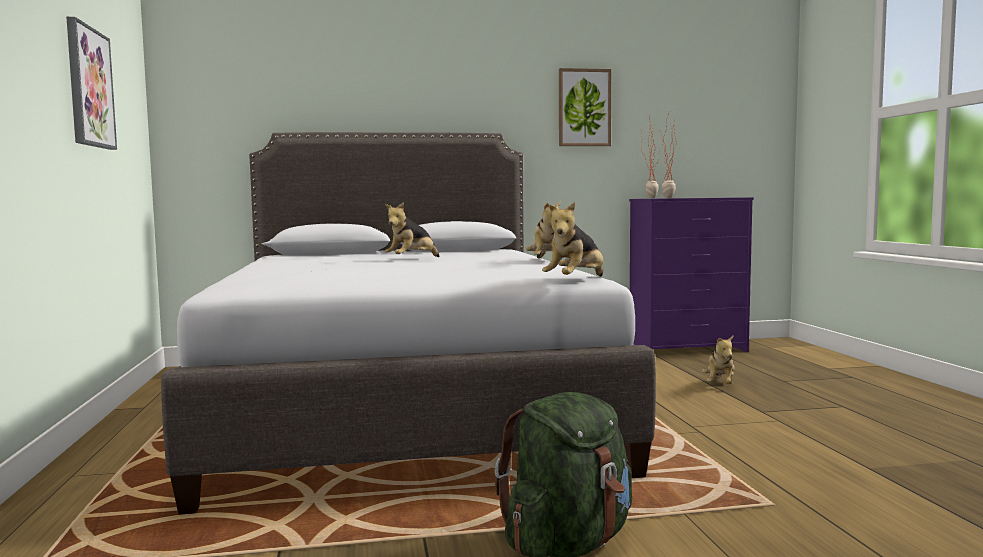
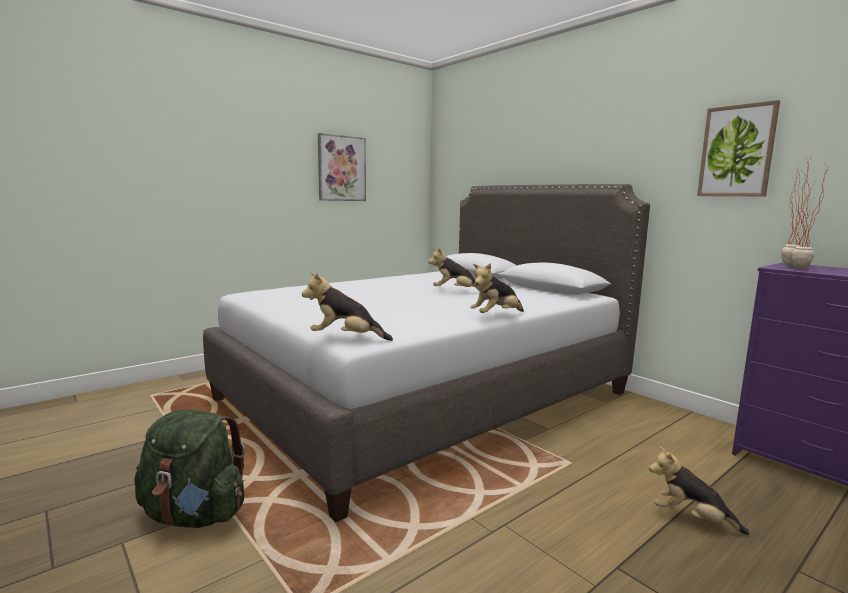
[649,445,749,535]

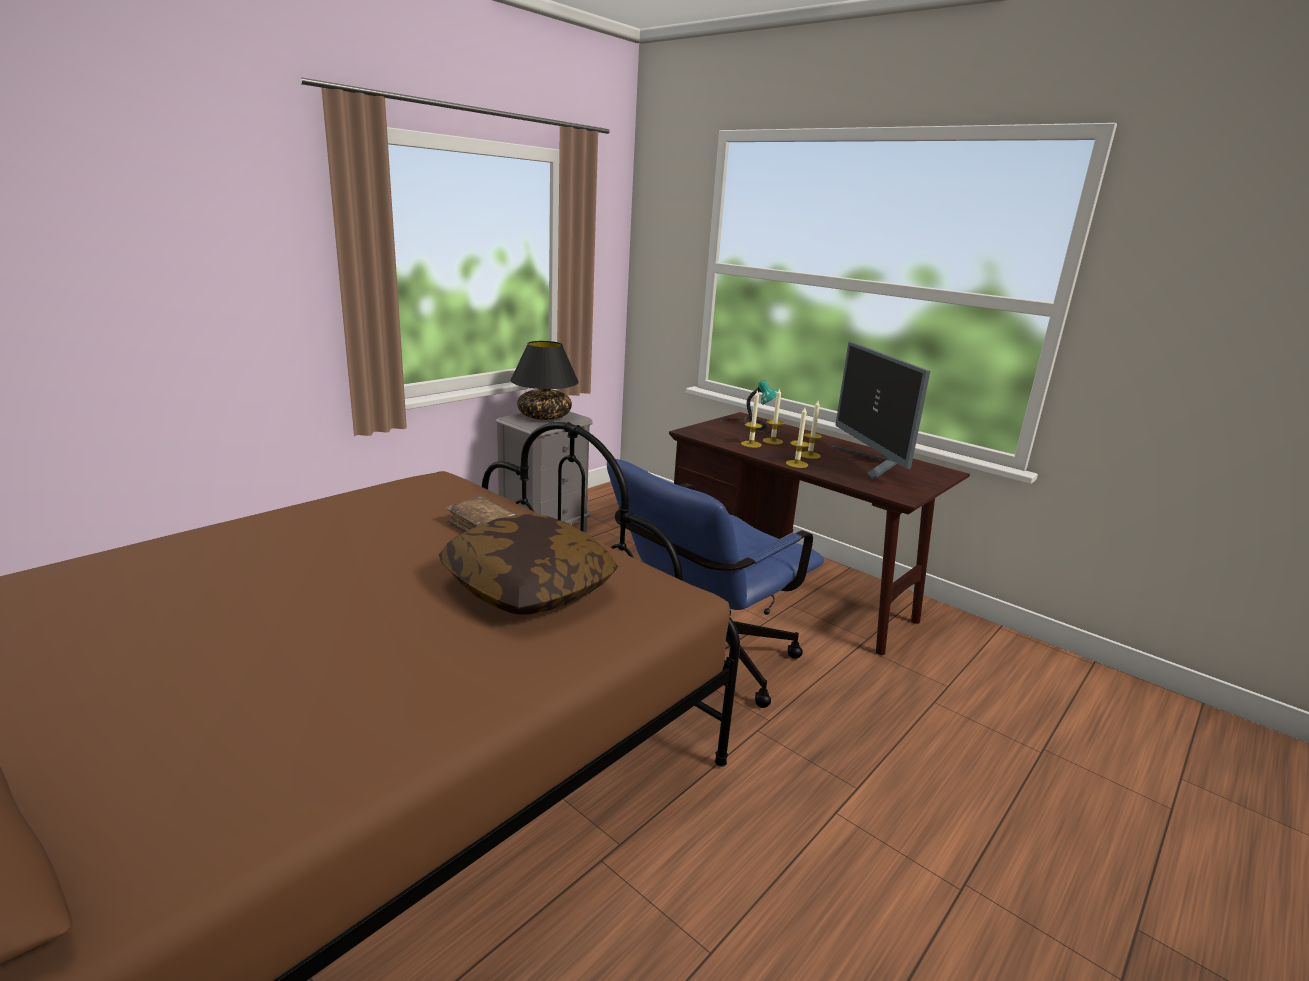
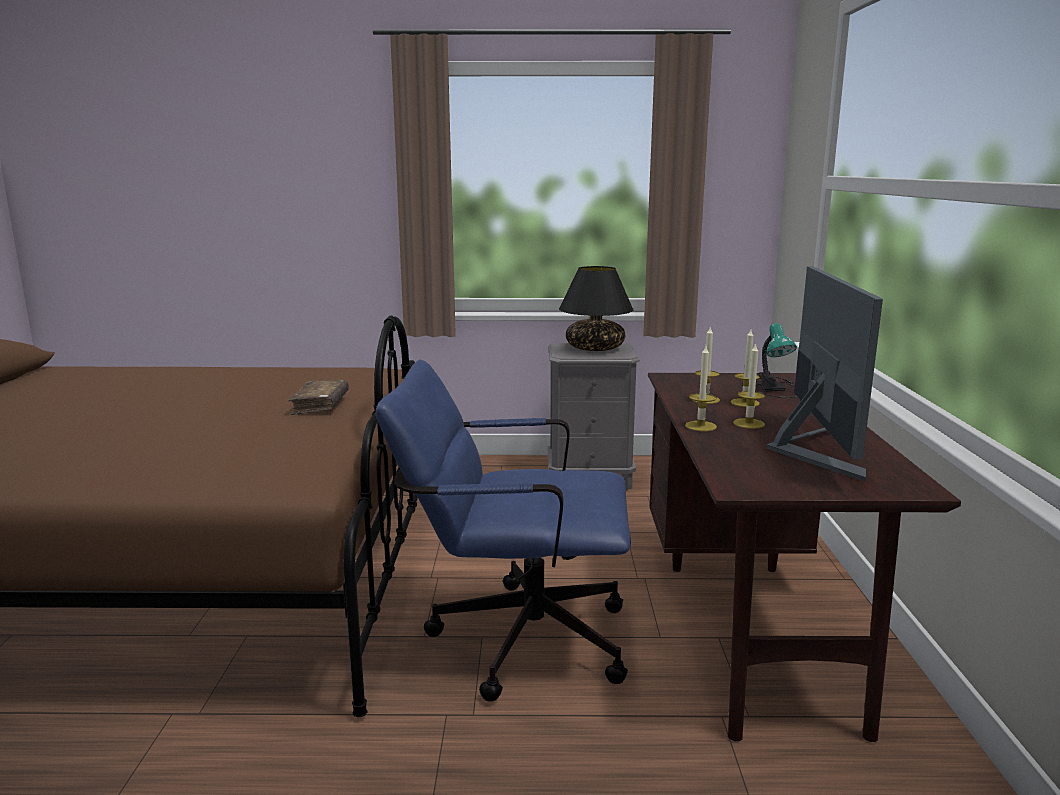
[766,266,883,482]
[439,514,618,615] (first image)

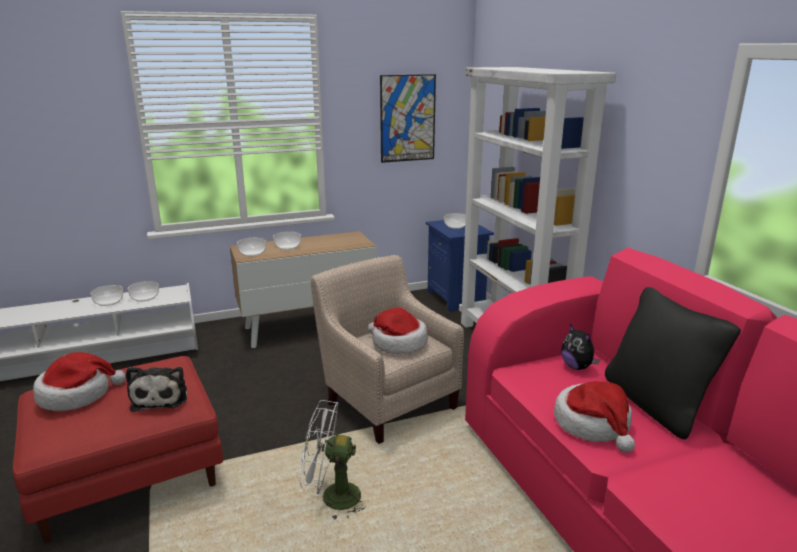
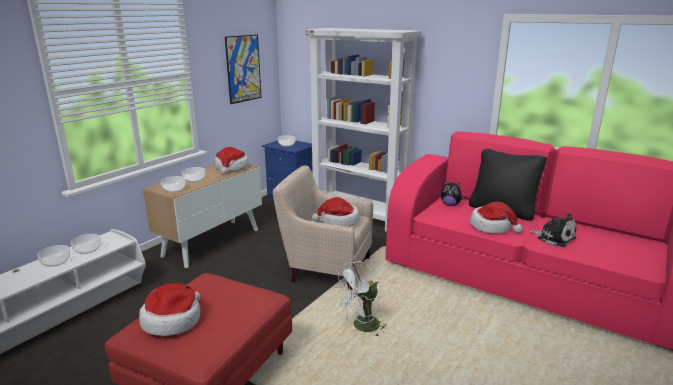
[214,147,249,175]
[529,213,576,247]

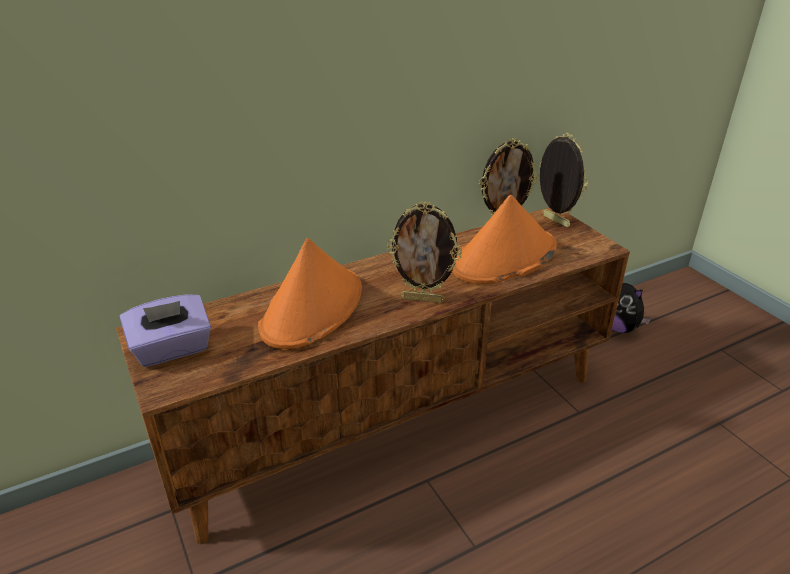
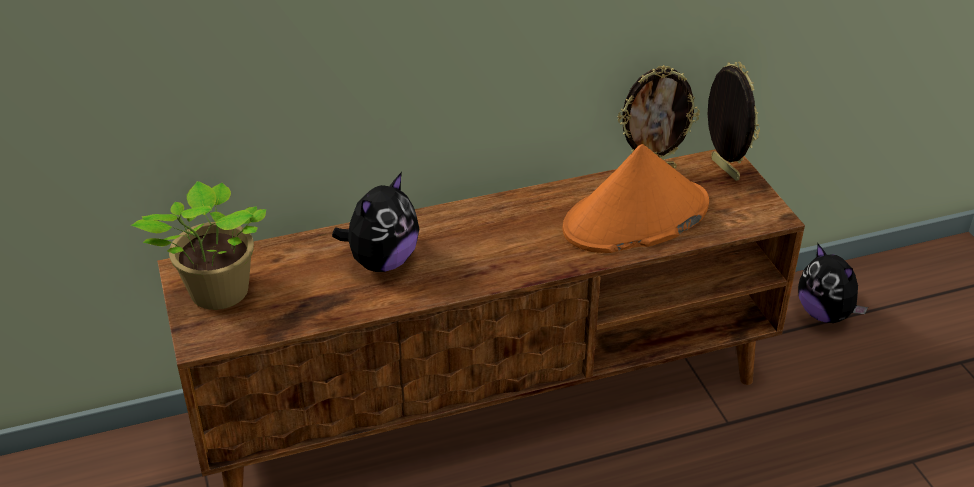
[131,181,266,310]
[332,172,419,272]
[387,201,462,303] (first image)

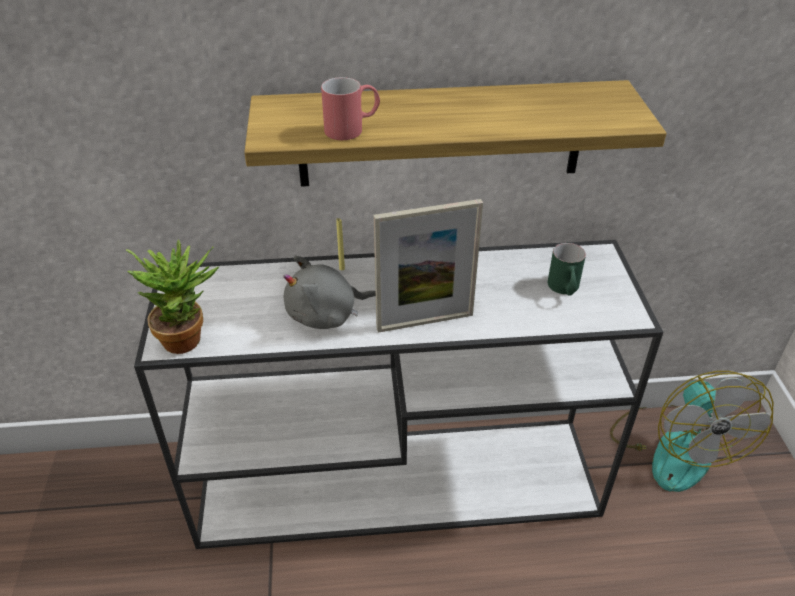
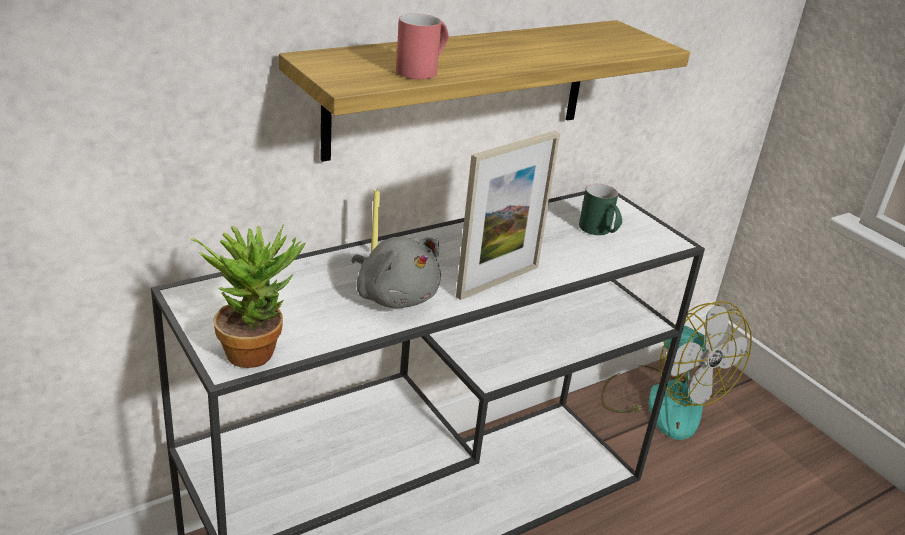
[351,237,441,308]

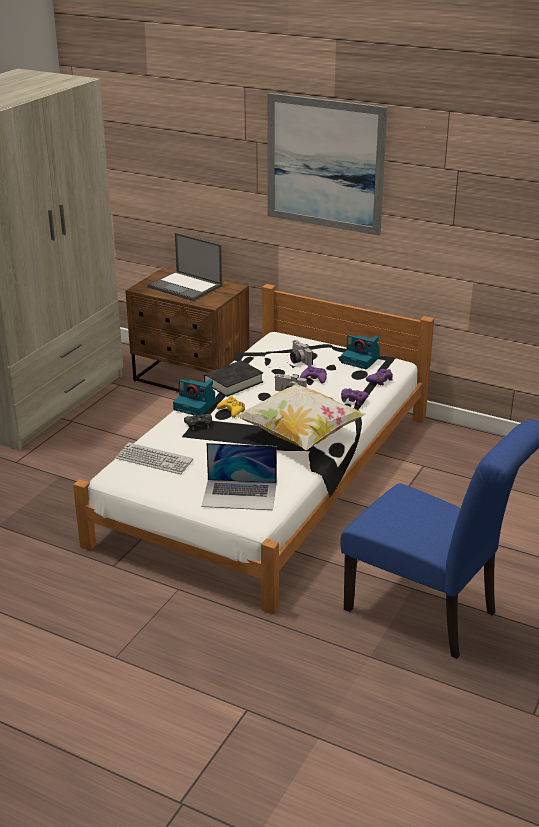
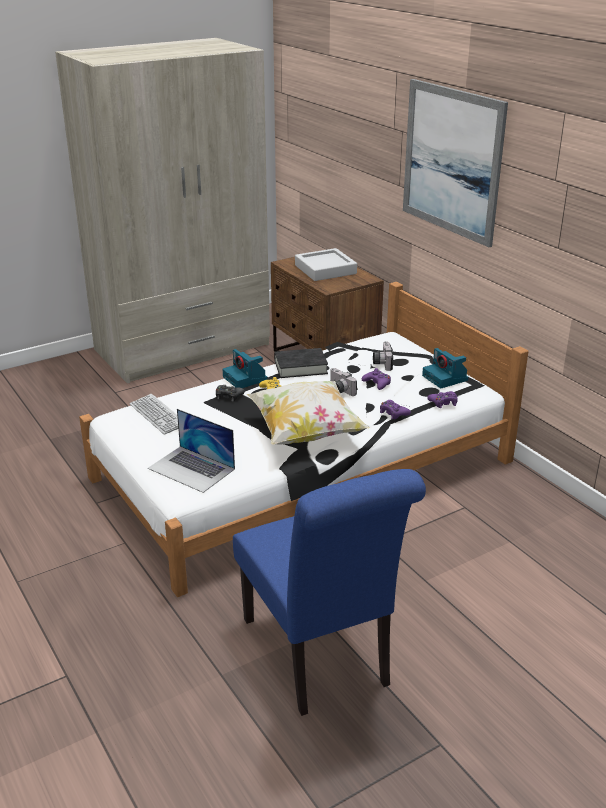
[295,248,357,281]

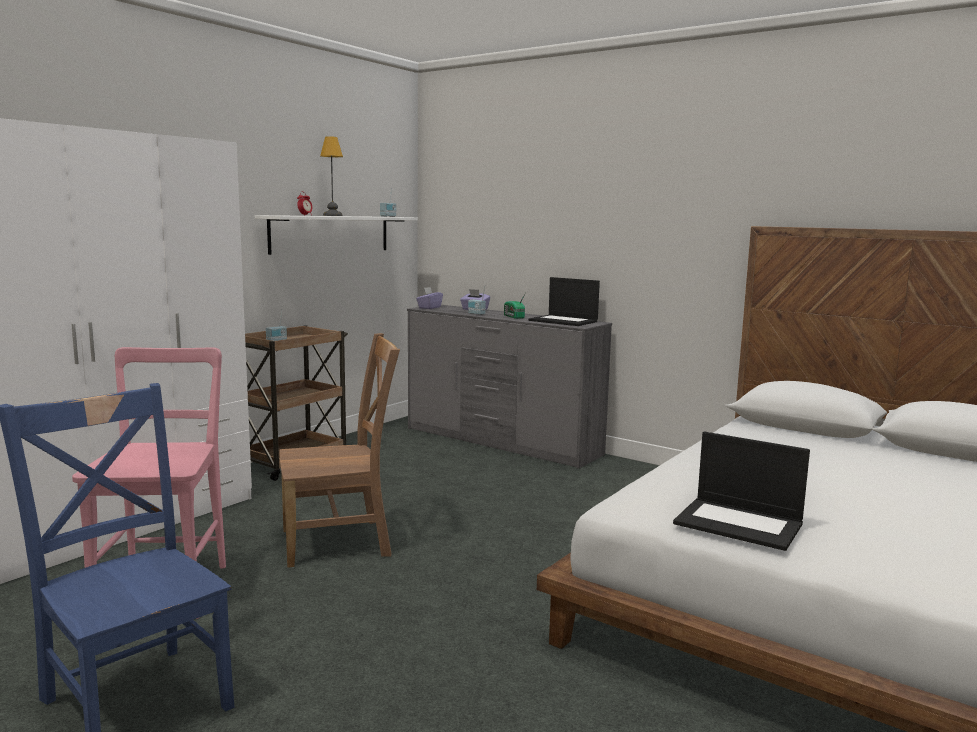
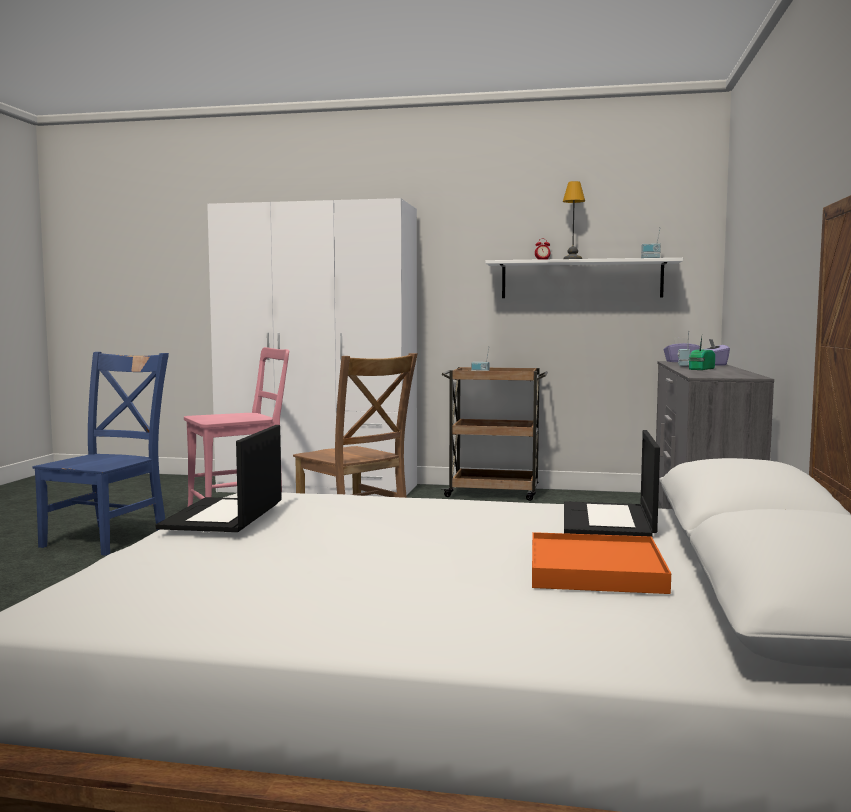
[532,532,671,594]
[564,430,660,537]

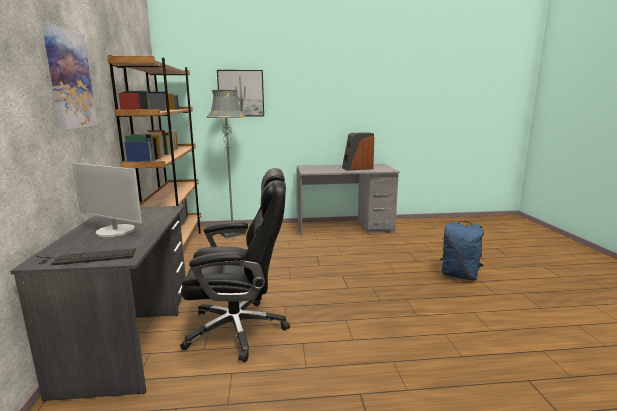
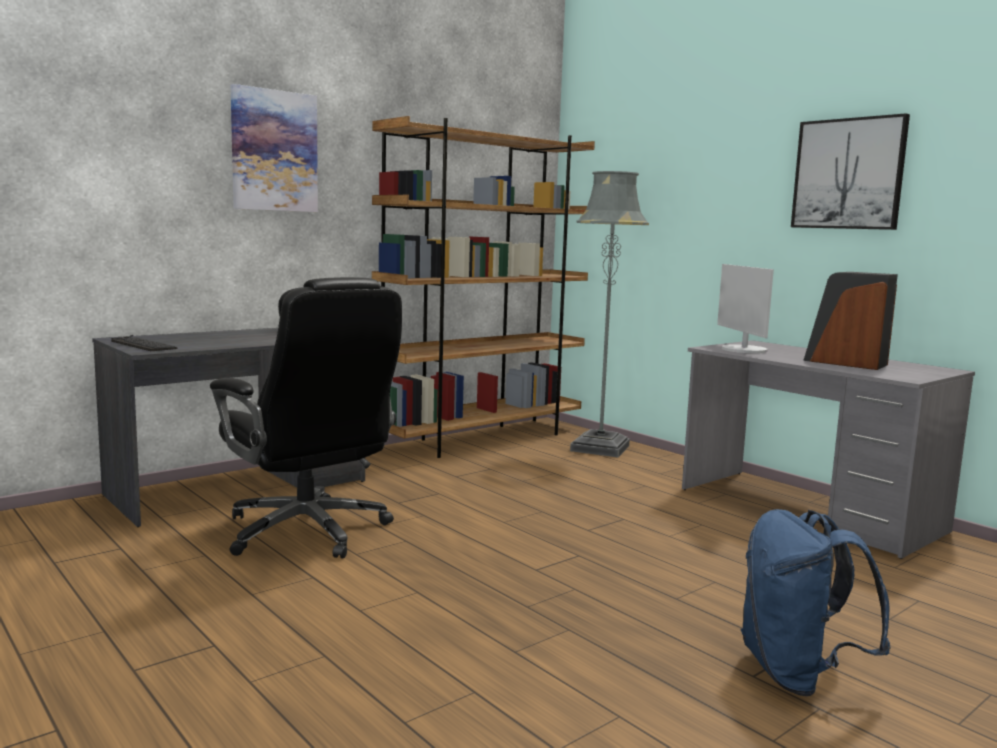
[717,264,774,353]
[791,113,910,230]

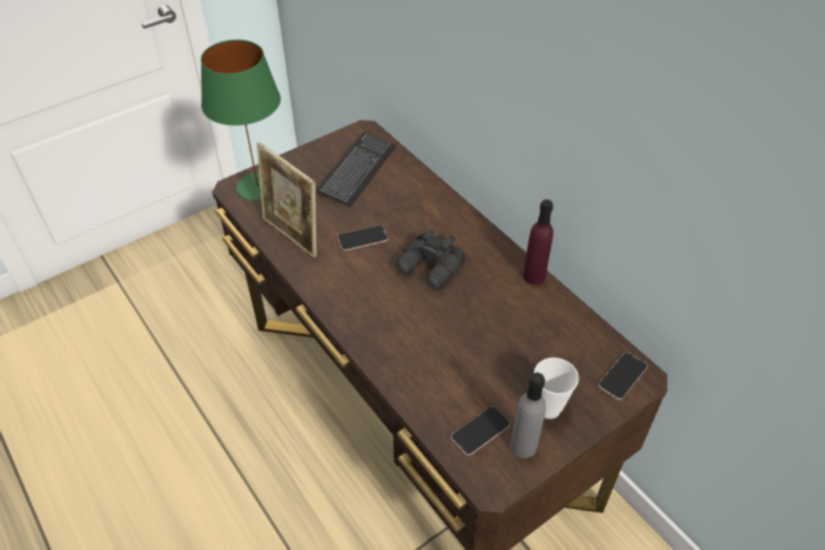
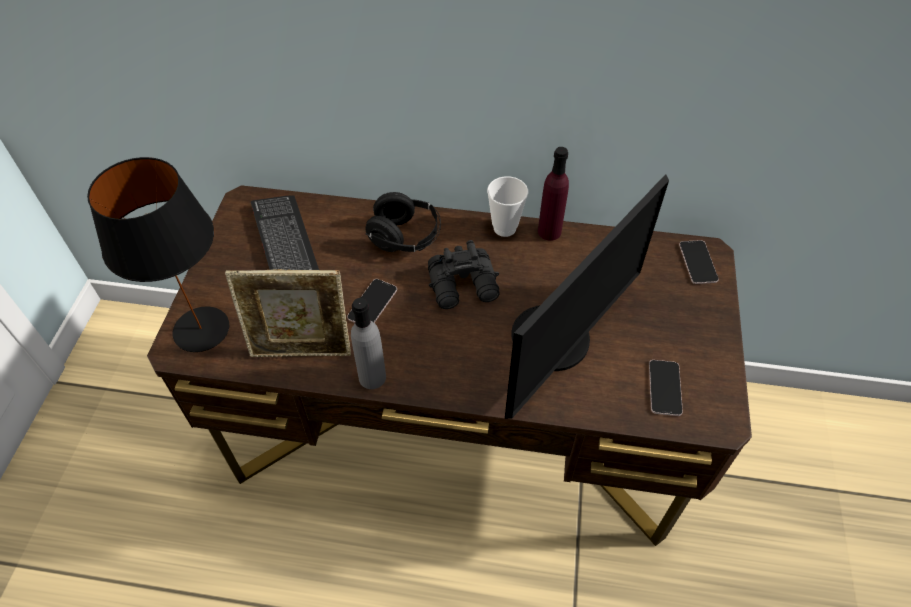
[87,157,229,352]
[351,298,386,389]
[365,192,441,252]
[487,176,528,237]
[505,174,669,419]

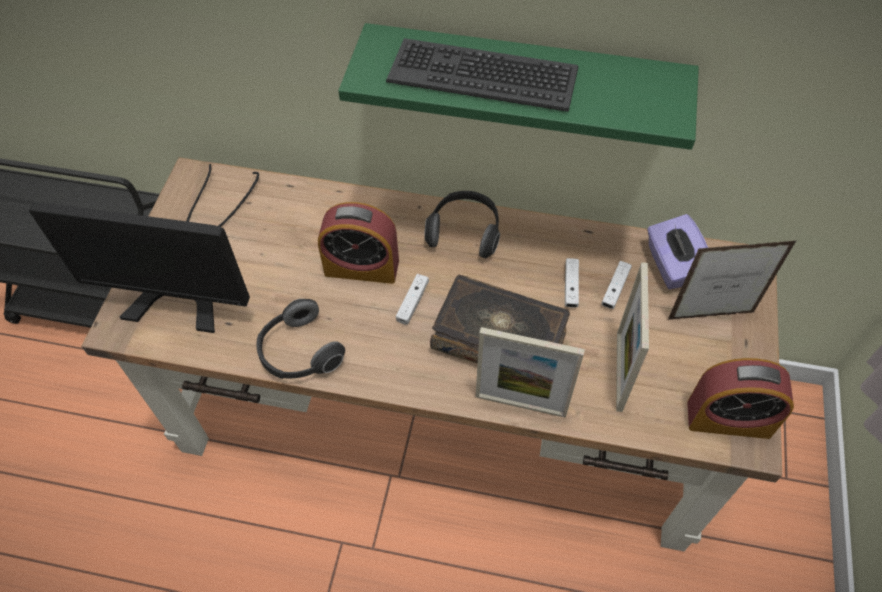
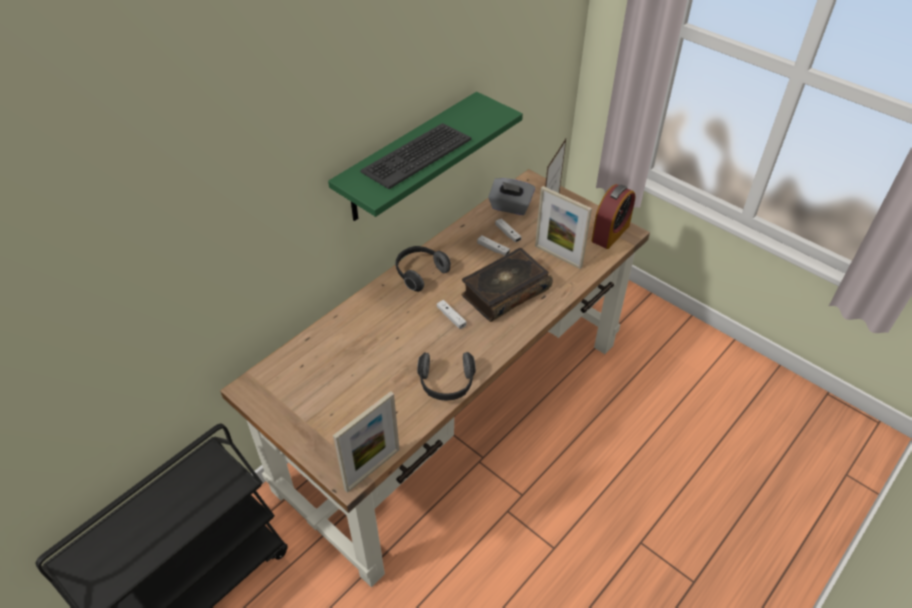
[333,391,400,493]
[488,178,535,215]
[29,164,259,333] (first image)
[318,202,399,284] (first image)

